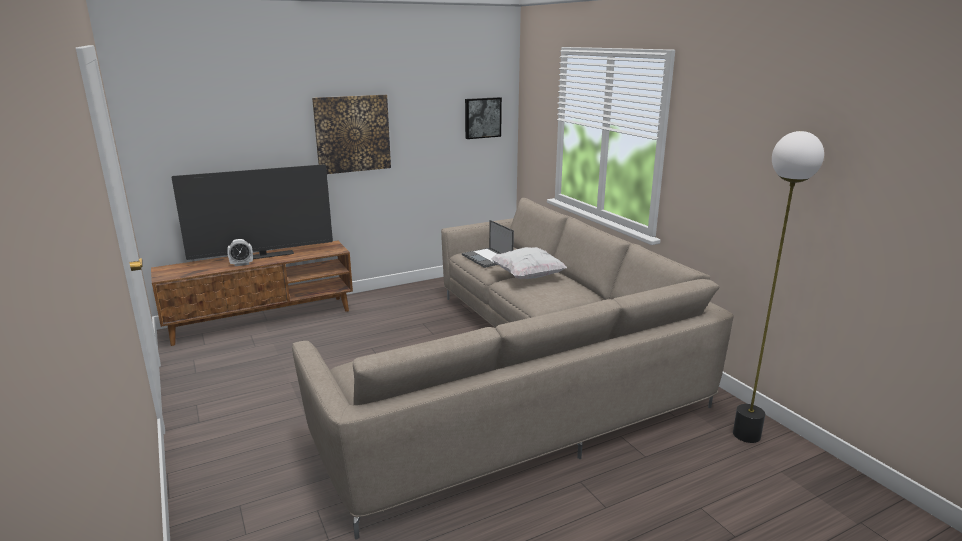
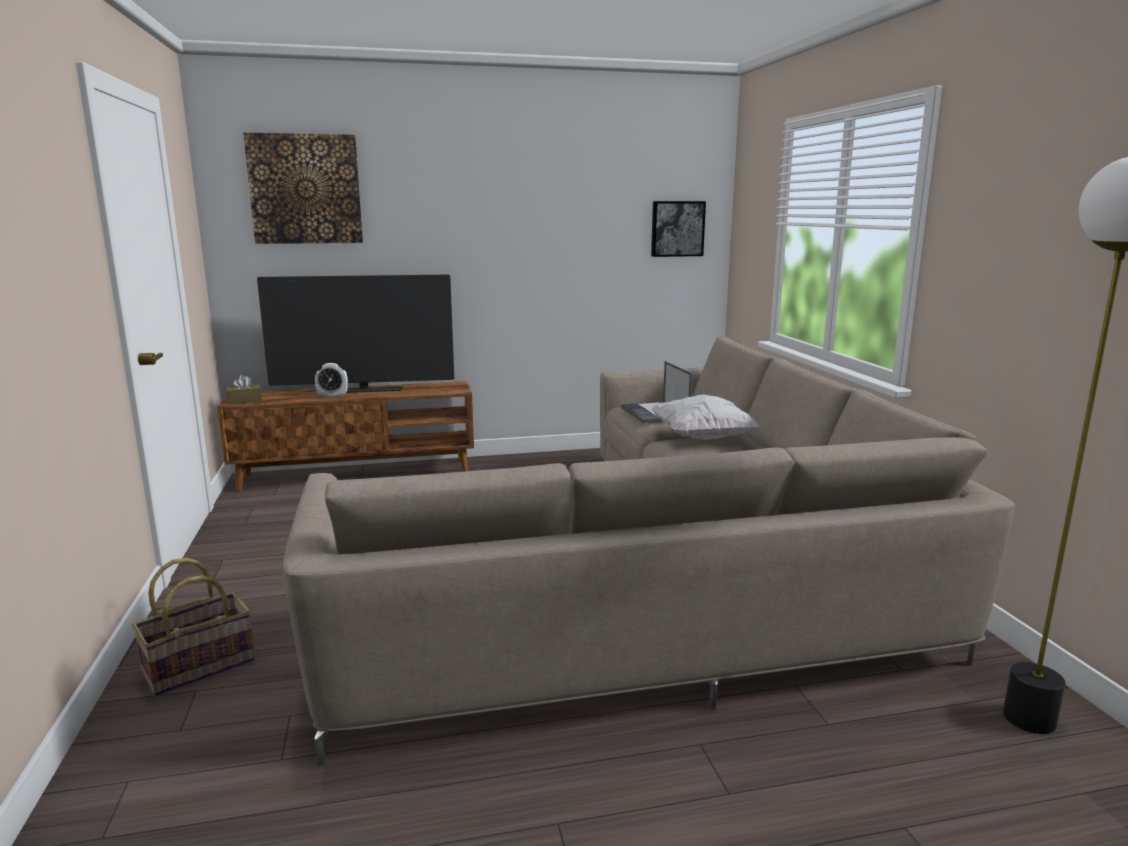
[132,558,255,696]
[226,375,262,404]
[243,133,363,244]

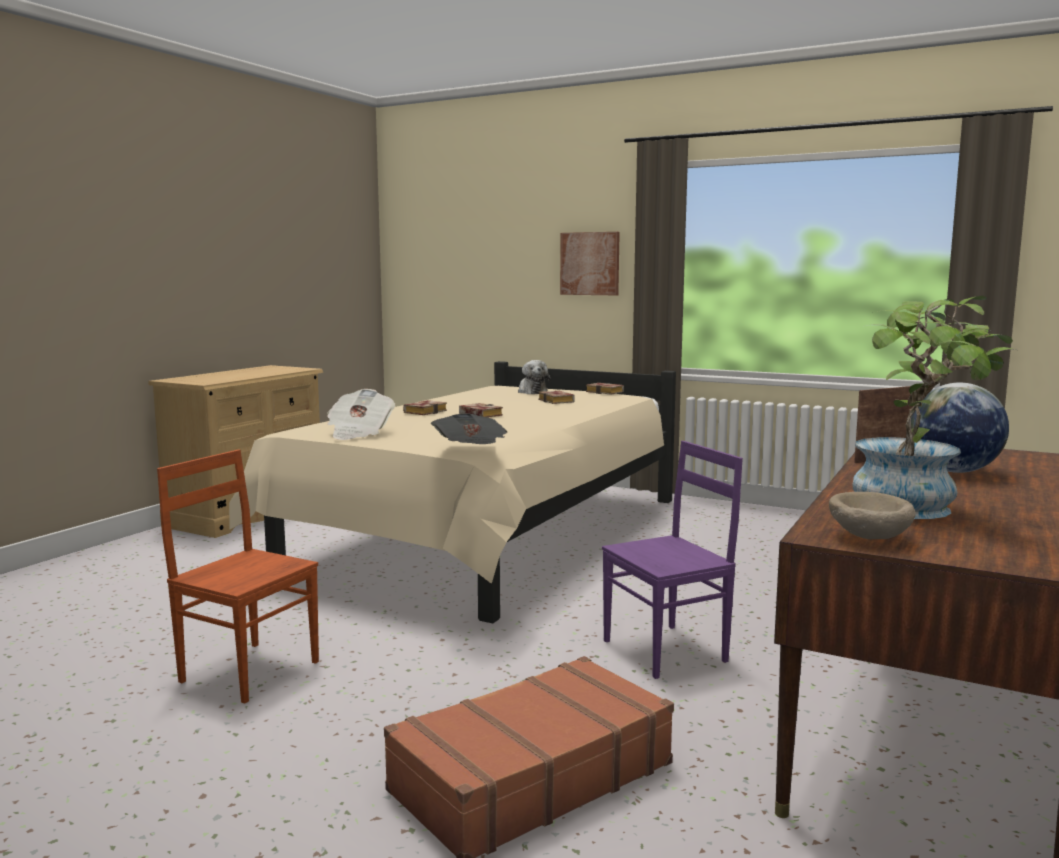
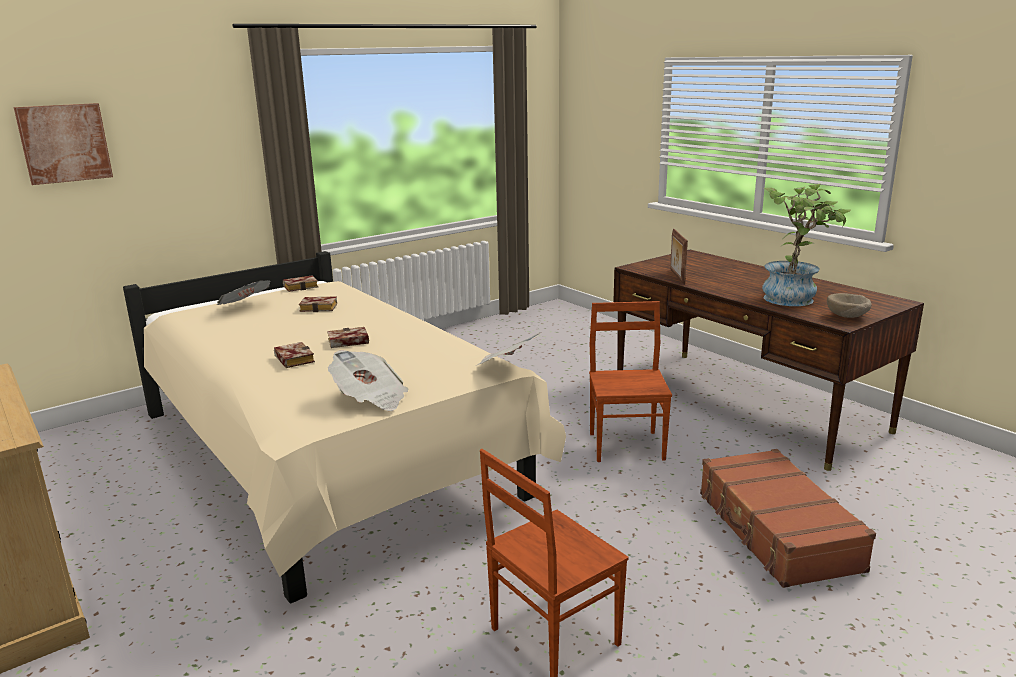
[14,103,113,185]
[217,280,270,305]
[589,301,672,462]
[911,383,1009,473] (first image)

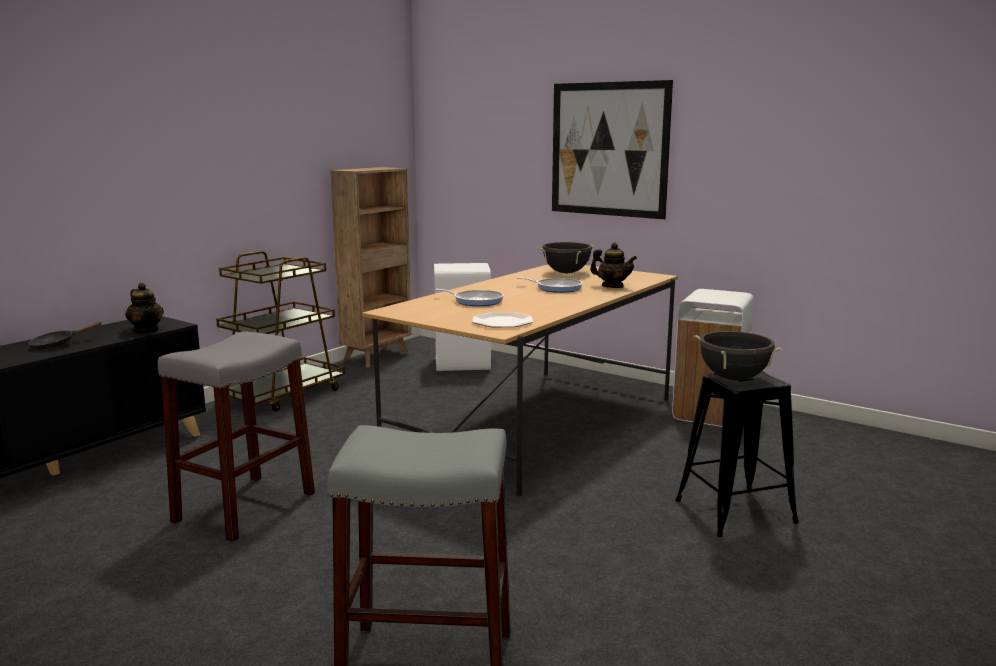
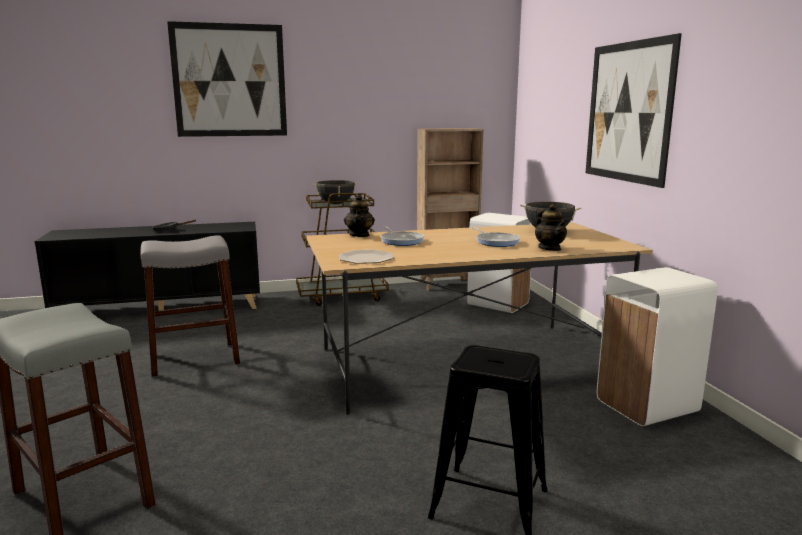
[167,21,287,137]
[312,180,359,204]
[344,194,375,237]

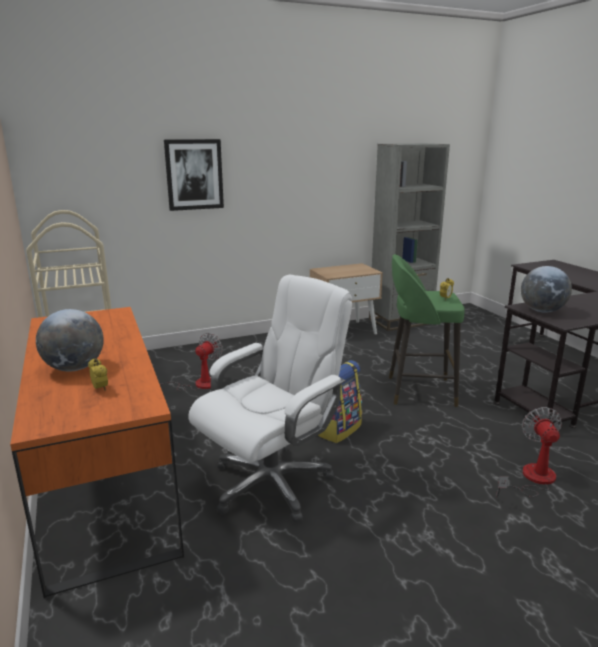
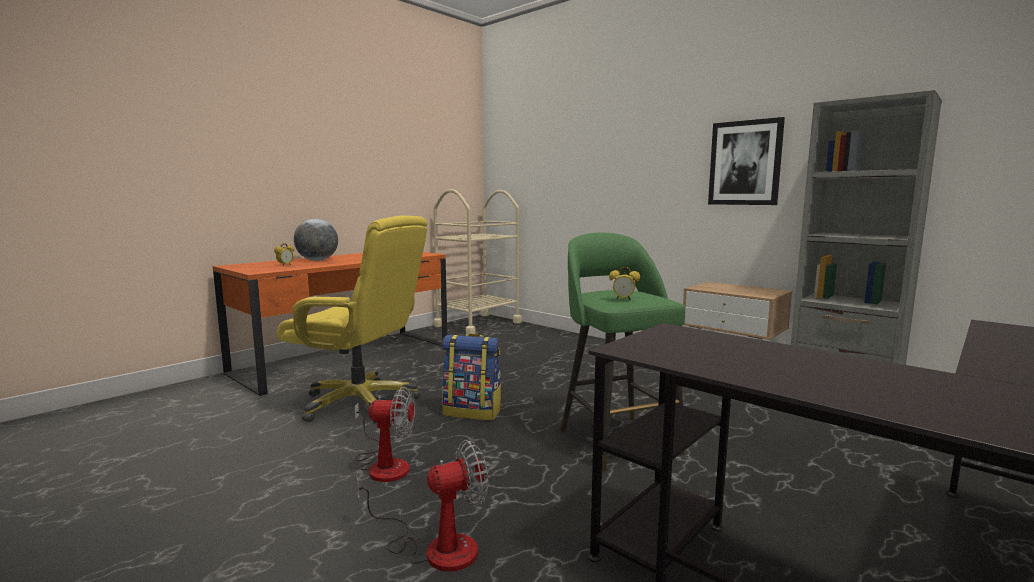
[276,215,427,423]
[355,386,415,482]
[708,117,785,205]
[521,266,572,313] (first image)

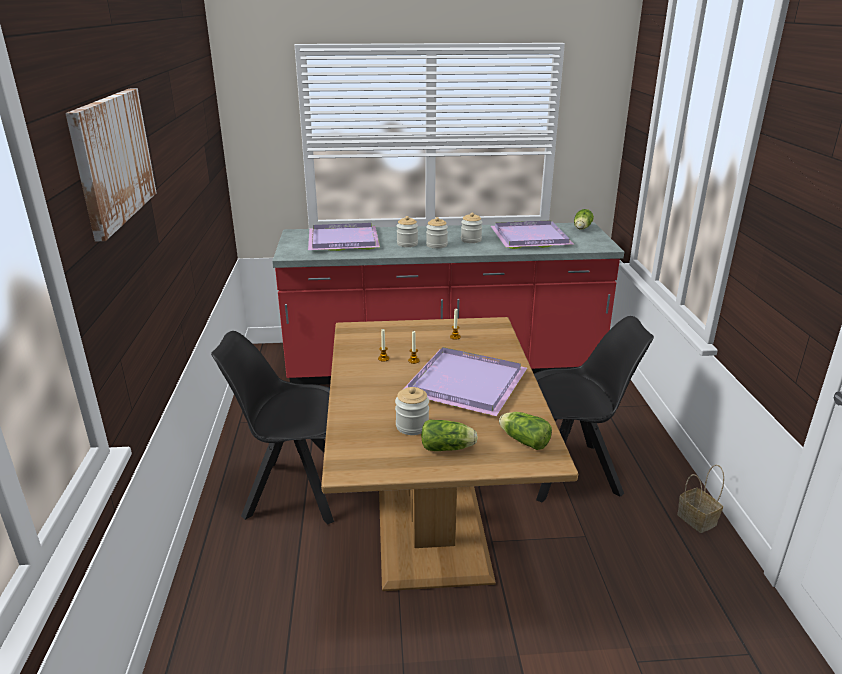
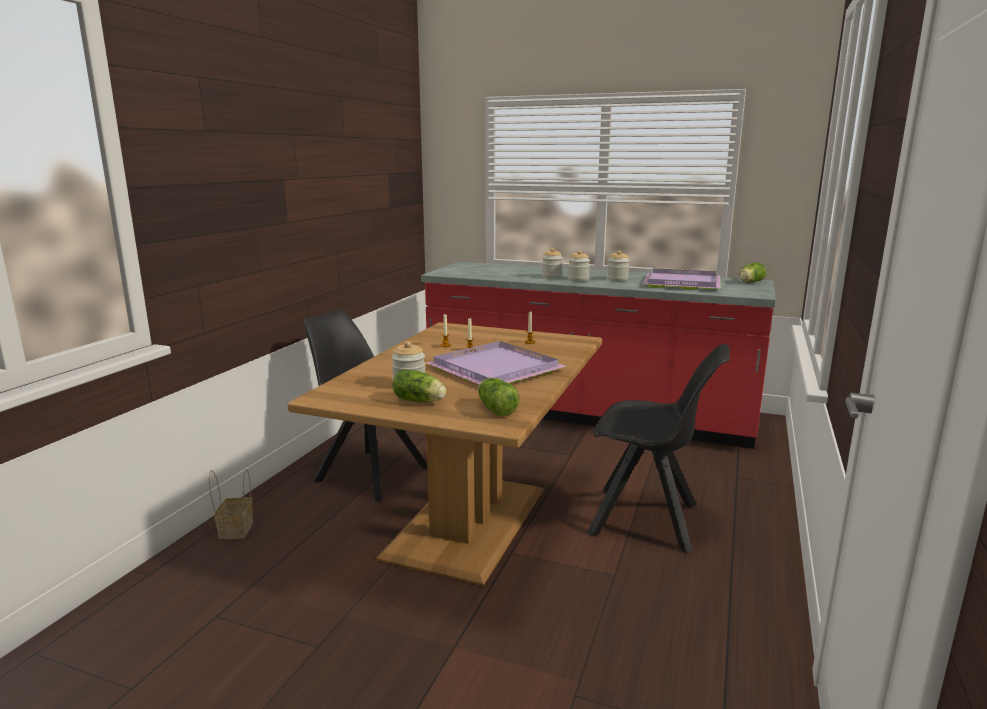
[209,469,253,539]
[65,89,156,242] (first image)
[308,223,380,251] (first image)

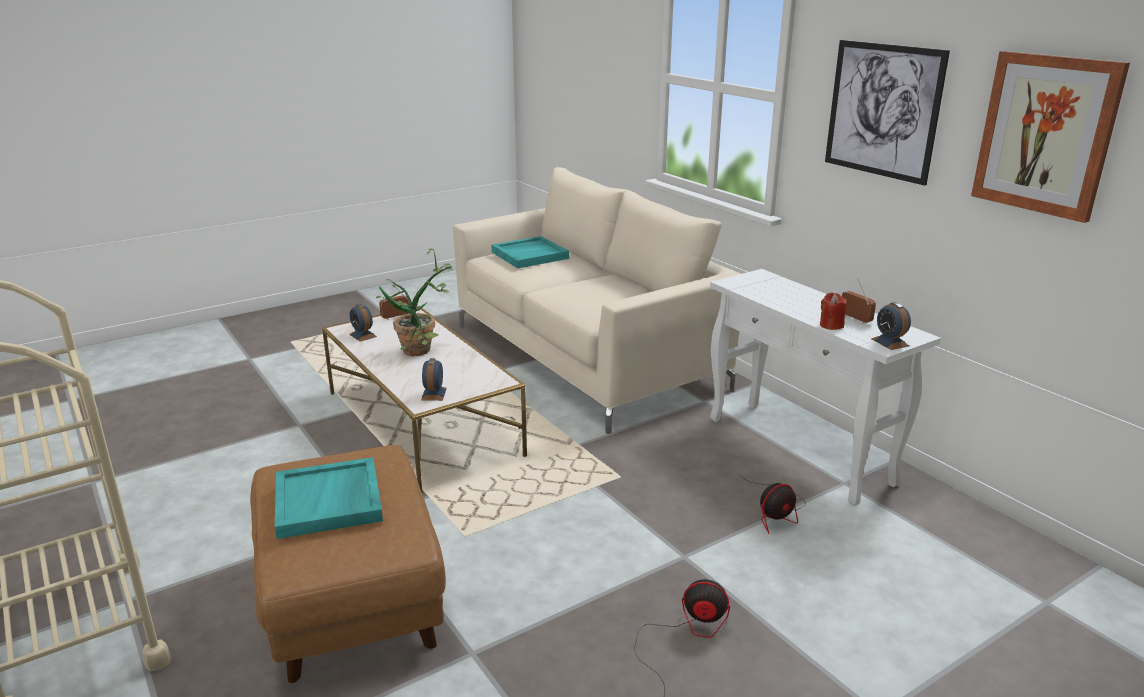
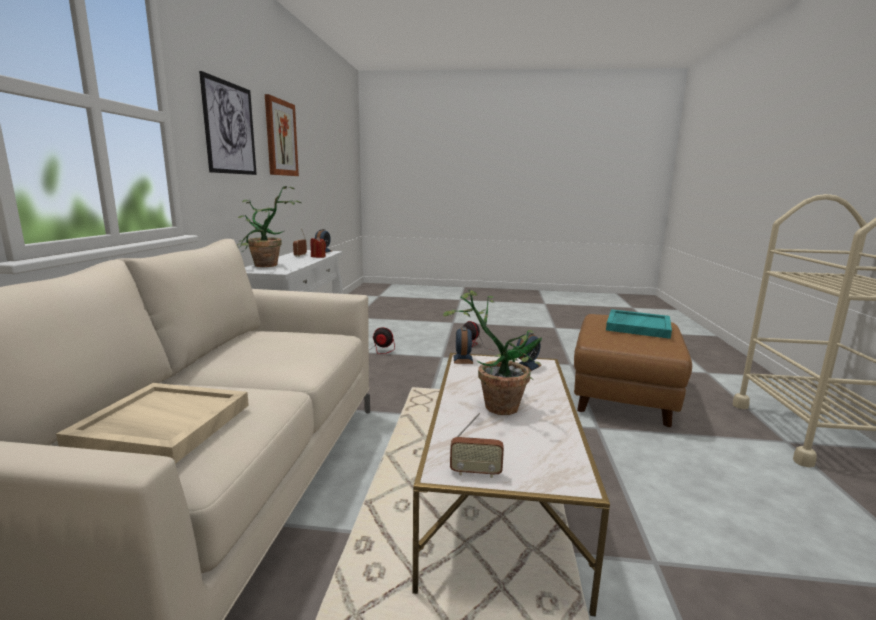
[56,383,249,464]
[237,186,301,267]
[453,327,473,364]

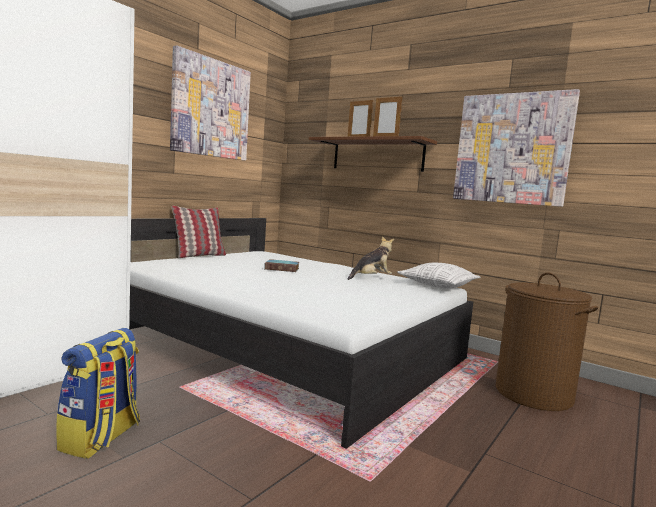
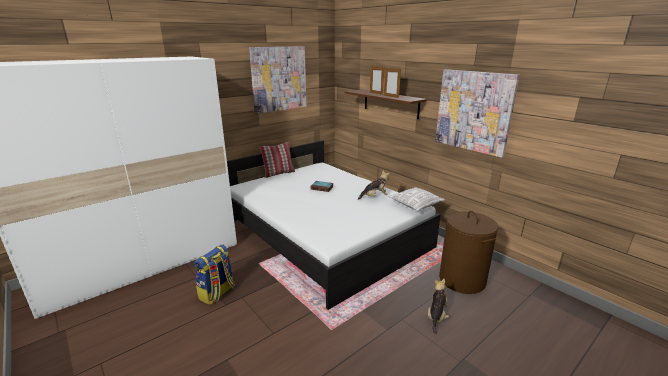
[428,279,449,335]

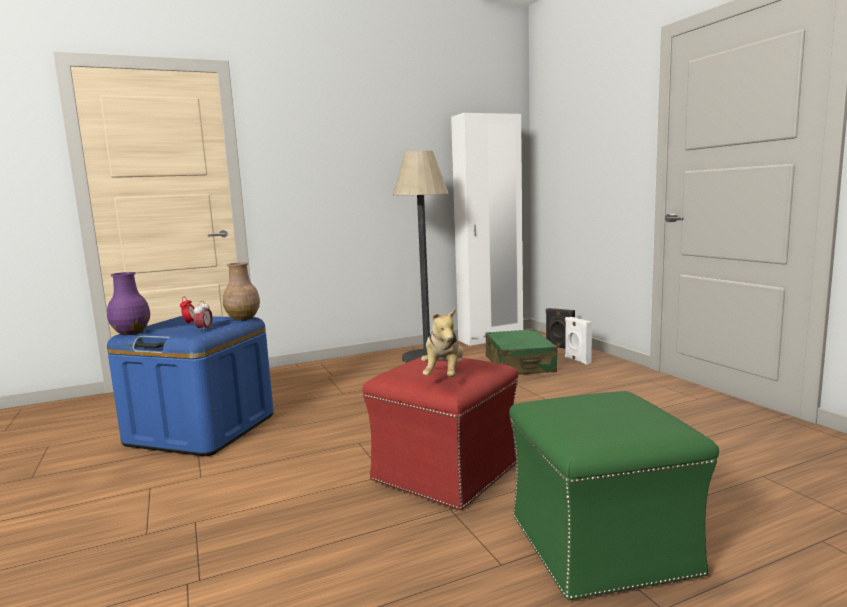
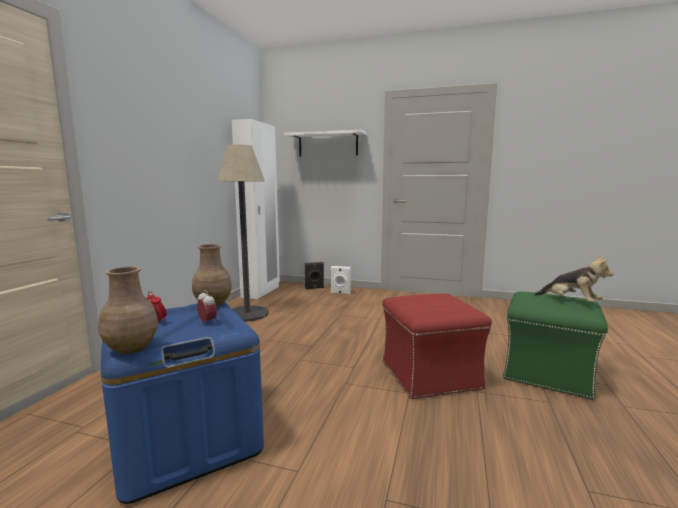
[98,267,158,354]
[285,130,366,157]
[534,255,613,302]
[485,329,558,375] (first image)

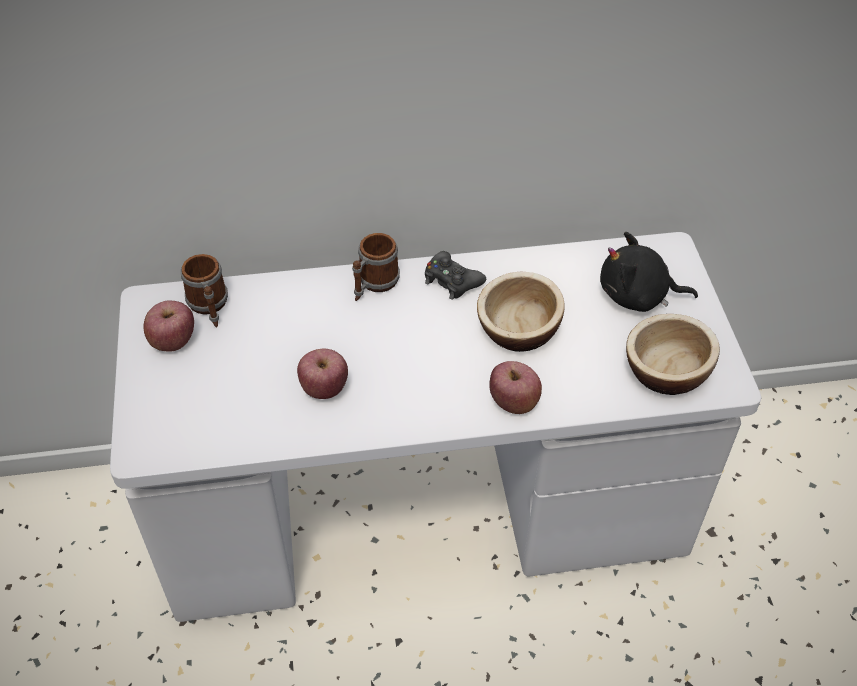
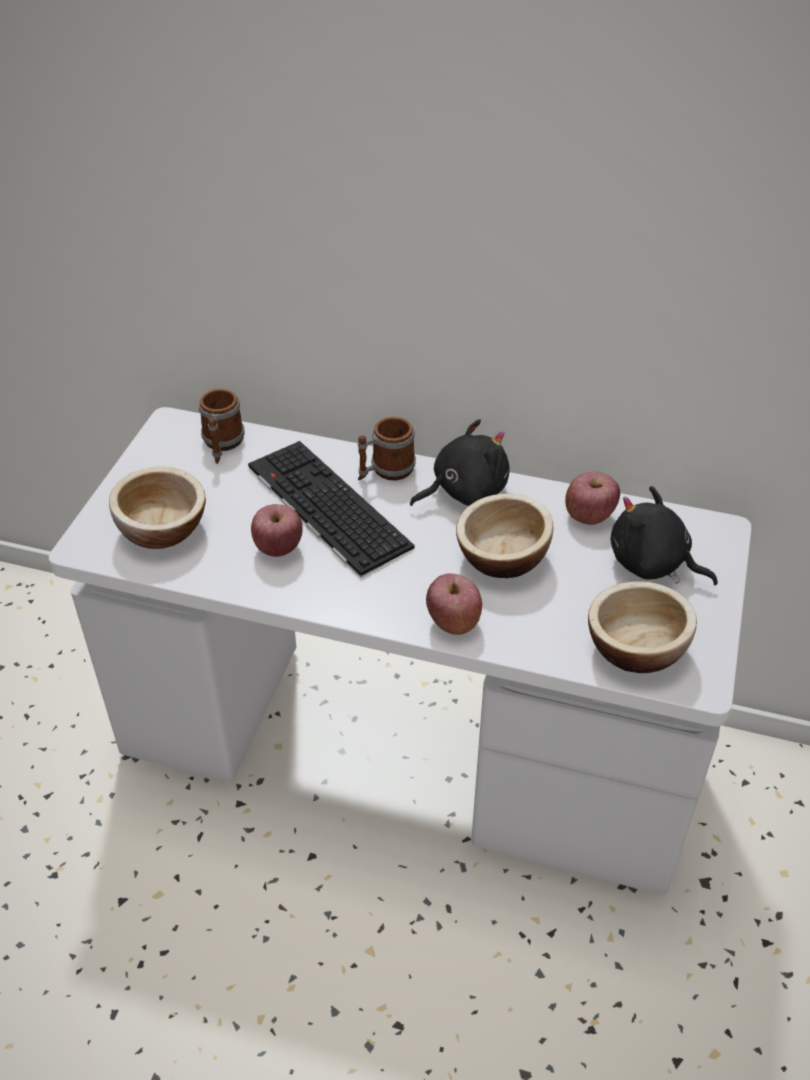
[109,467,206,549]
[248,441,415,577]
[410,419,510,506]
[565,472,620,525]

